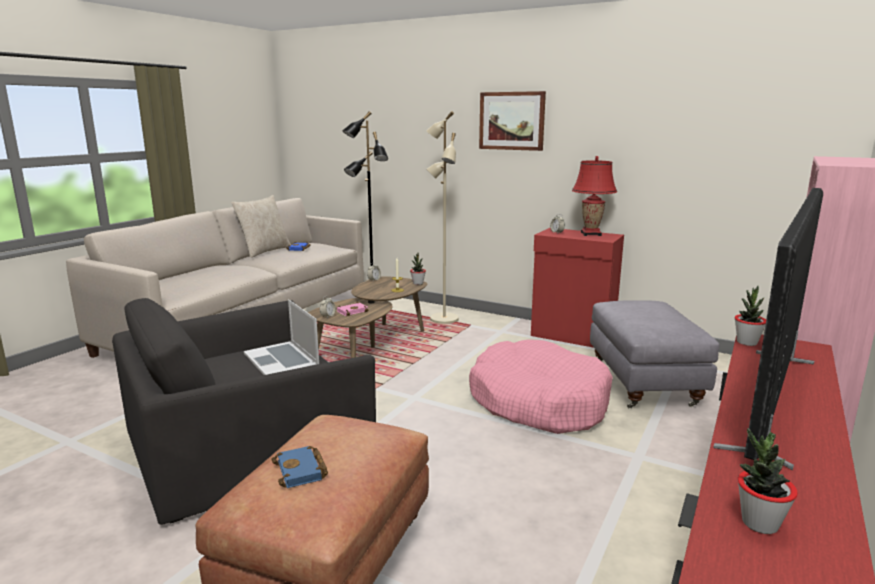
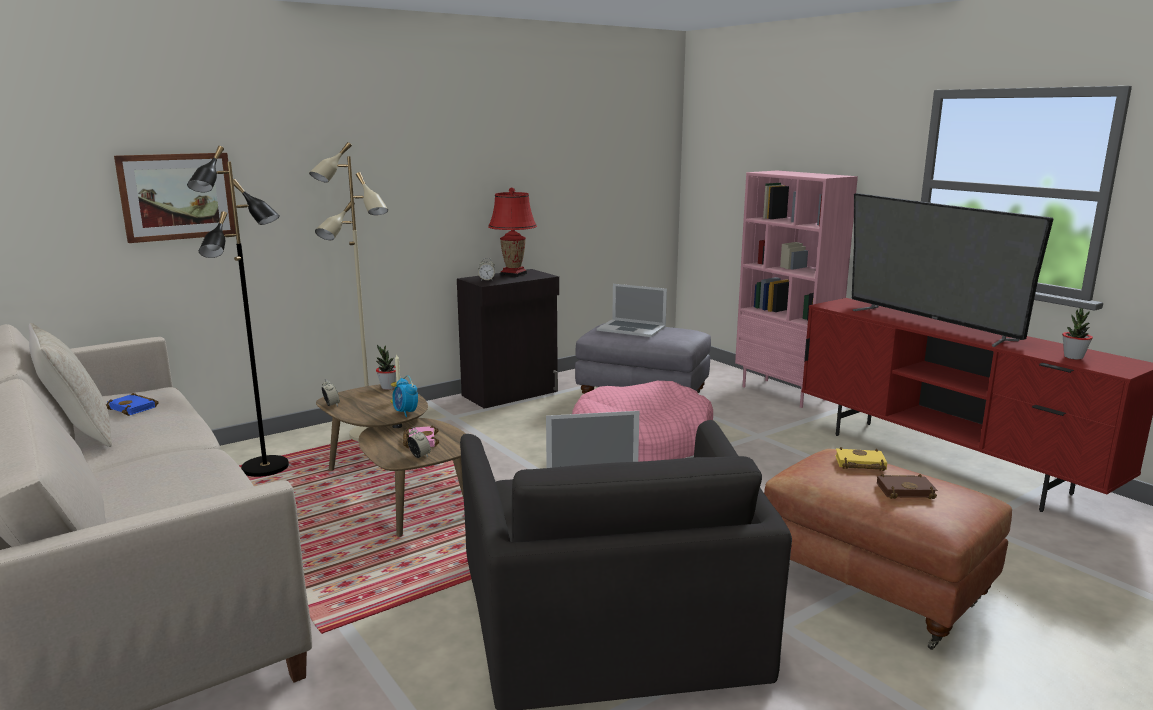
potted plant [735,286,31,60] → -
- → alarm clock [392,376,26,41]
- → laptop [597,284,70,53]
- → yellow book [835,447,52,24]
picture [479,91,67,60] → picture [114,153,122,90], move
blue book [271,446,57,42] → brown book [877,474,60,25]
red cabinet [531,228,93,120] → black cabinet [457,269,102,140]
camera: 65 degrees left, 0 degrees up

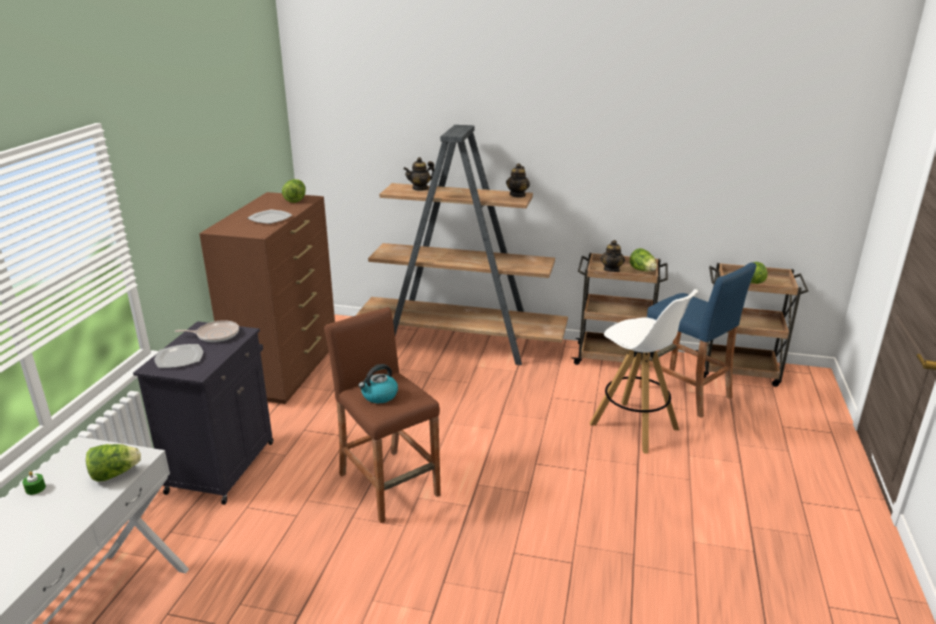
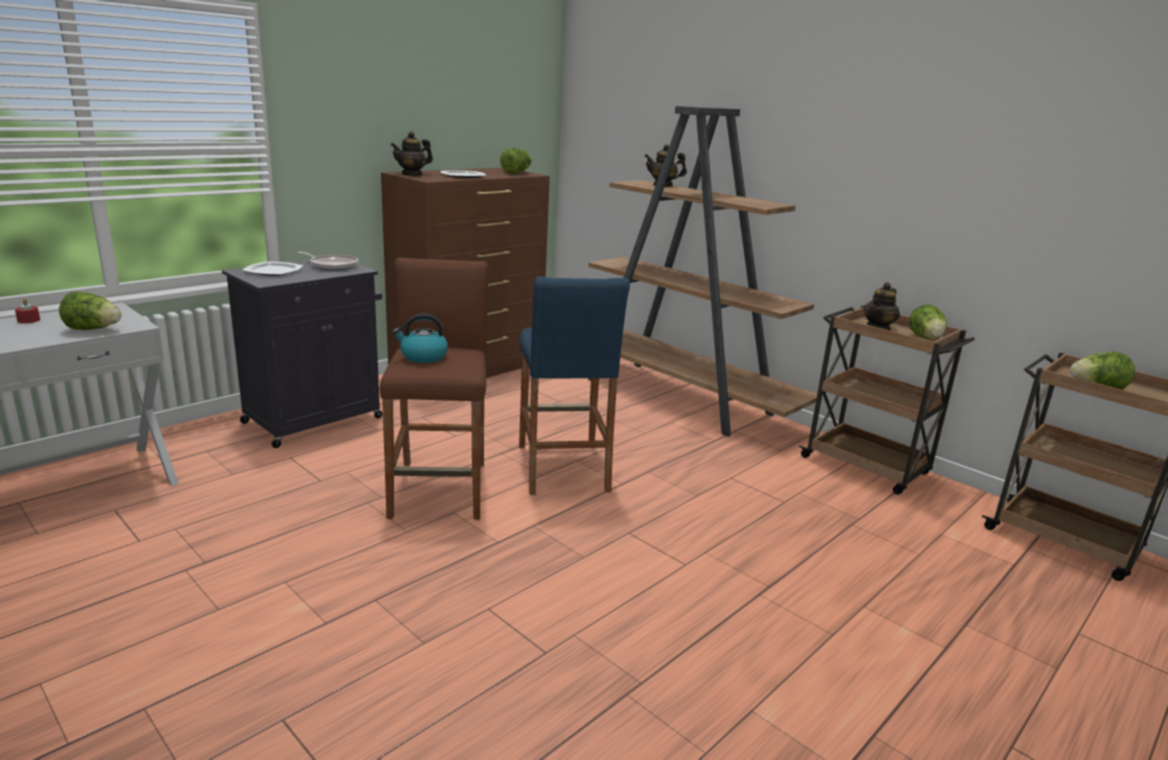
white stool [590,289,108,165] → -
teapot [506,163,24,34] → teapot [391,131,42,45], move
blue stool [639,263,118,155] → blue stool [519,276,111,219], move
green candle [22,471,24,24] → red candle [15,299,25,24]
camera: 30 degrees right, 5 degrees down

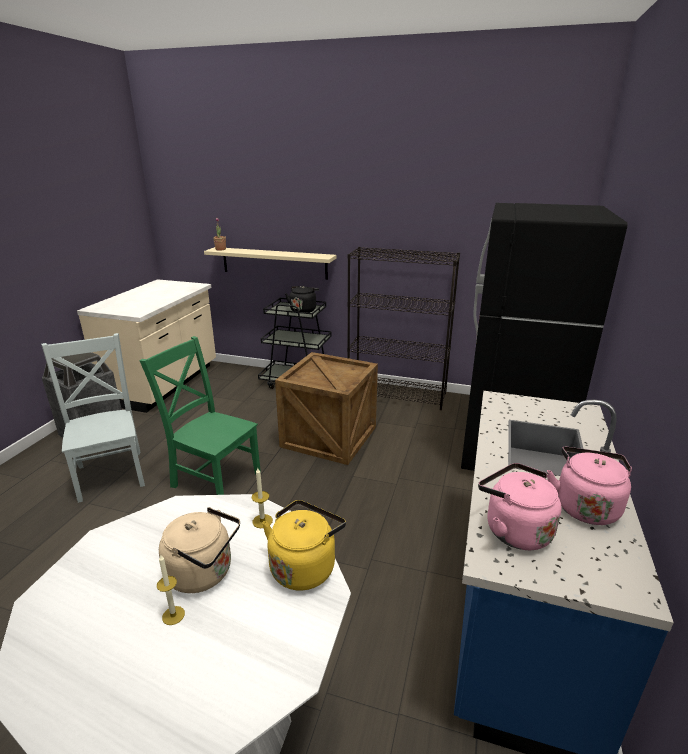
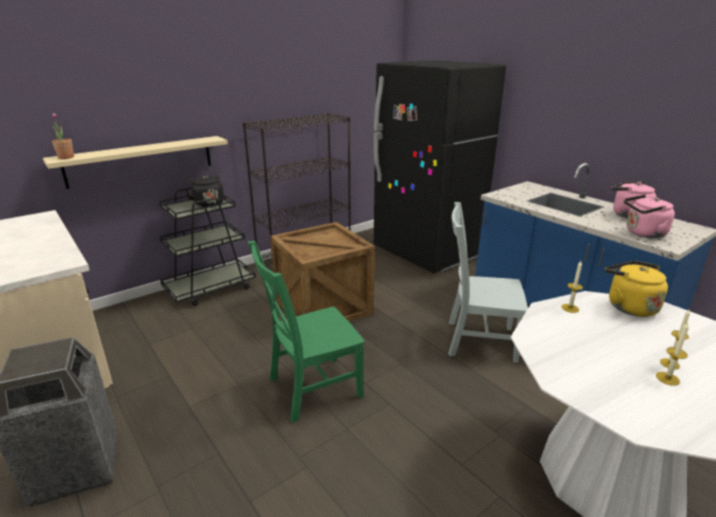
beige kettle [159,507,81,86] → -
- → candle [656,323,33,63]
grey chair [41,333,104,170] → grey chair [448,202,80,161], move
camera: 55 degrees left, 0 degrees up

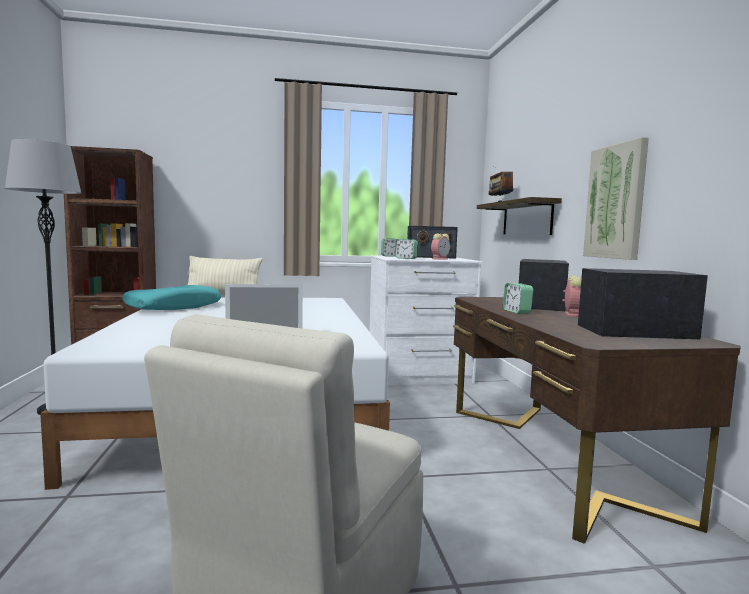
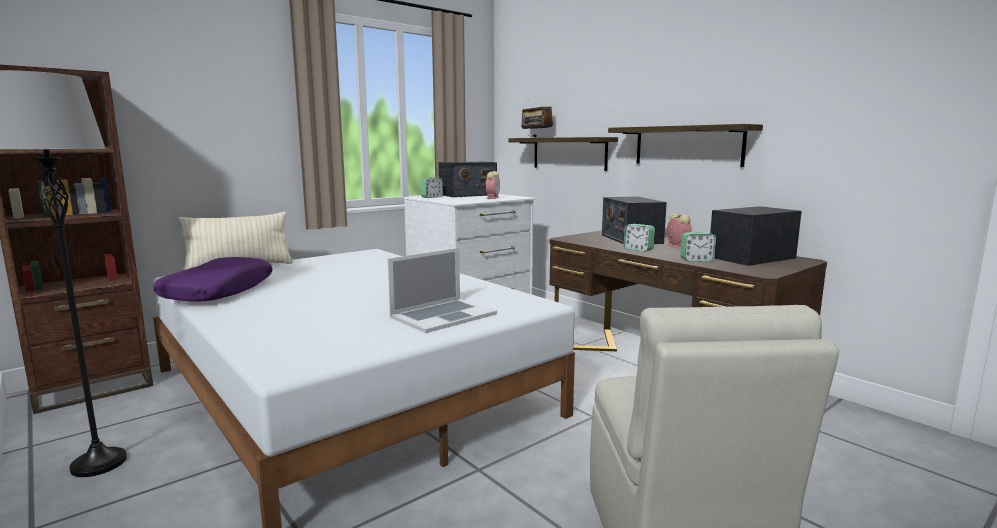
alarm clock [395,239,23,20] → alarm clock [680,232,36,30], move
picture [583,137,66,123] → shelf [608,124,155,43]
turquoise pillow [122,285,99,25] → purple pillow [153,257,120,45]
camera: 30 degrees left, 5 degrees up

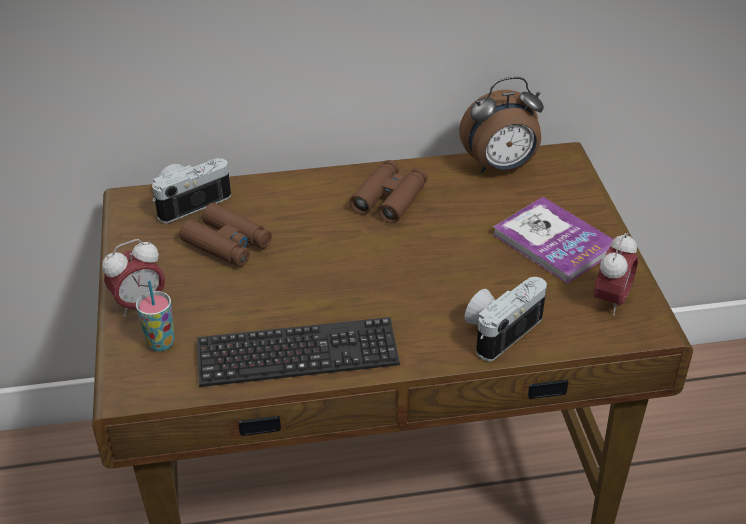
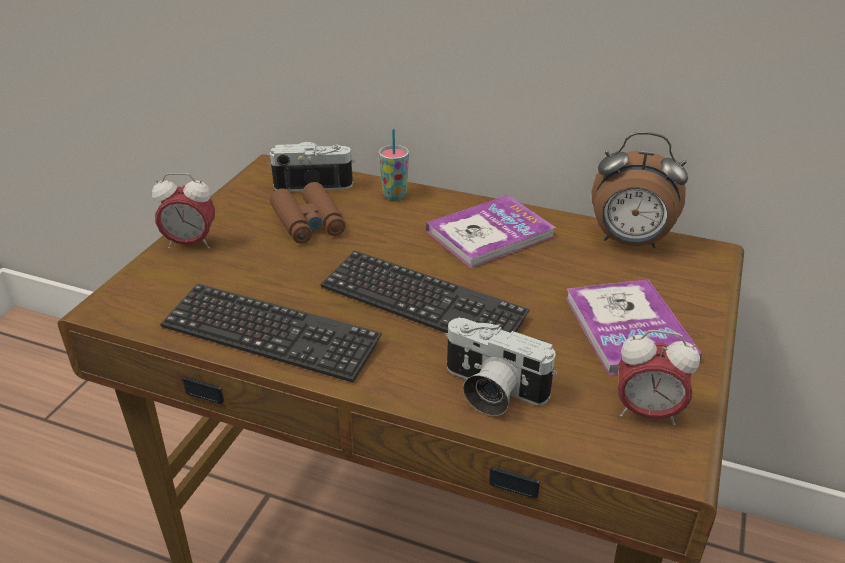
- → keyboard [321,250,209,83]
cup [136,280,39,71] → cup [379,129,30,71], move
brown binoculars [350,160,77,63] → book [426,195,130,73]
photo camera [464,277,83,84] → photo camera [445,318,112,98], 135 degrees counterclockwise
alarm clock [594,232,44,84] → alarm clock [618,330,82,96], 45 degrees clockwise
camera: 30 degrees right, 5 degrees down

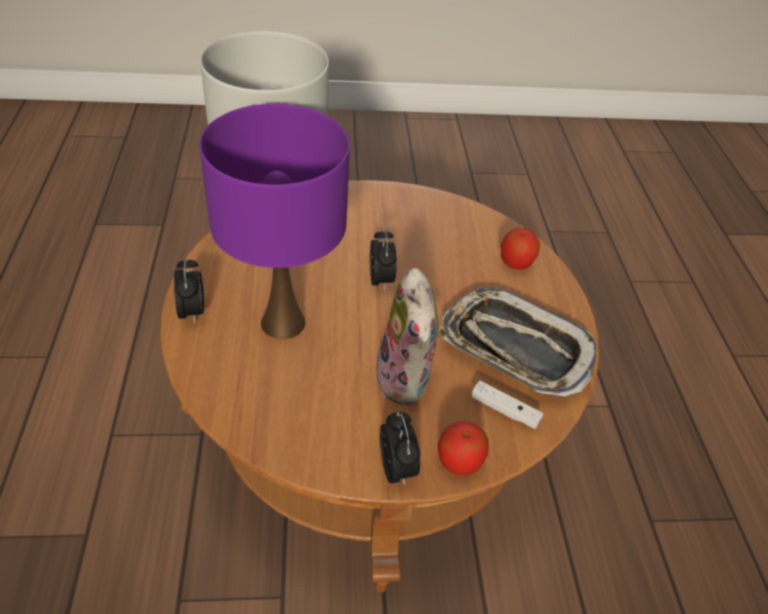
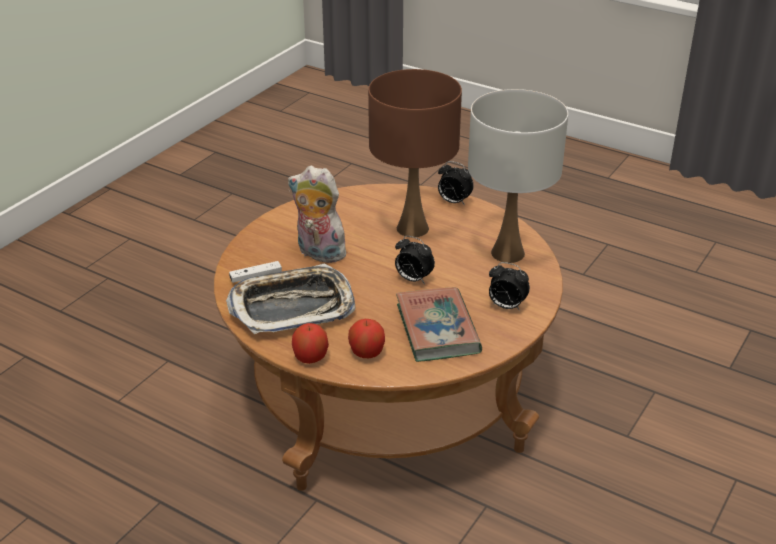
- → book [396,287,86,75]
alarm clock [380,412,40,74] → alarm clock [489,262,41,49], move
apple [438,421,51,55] → apple [292,323,37,41], move
purple table lamp [199,104,151,235] → brown table lamp [368,69,94,168]
camera: 130 degrees right, 10 degrees down

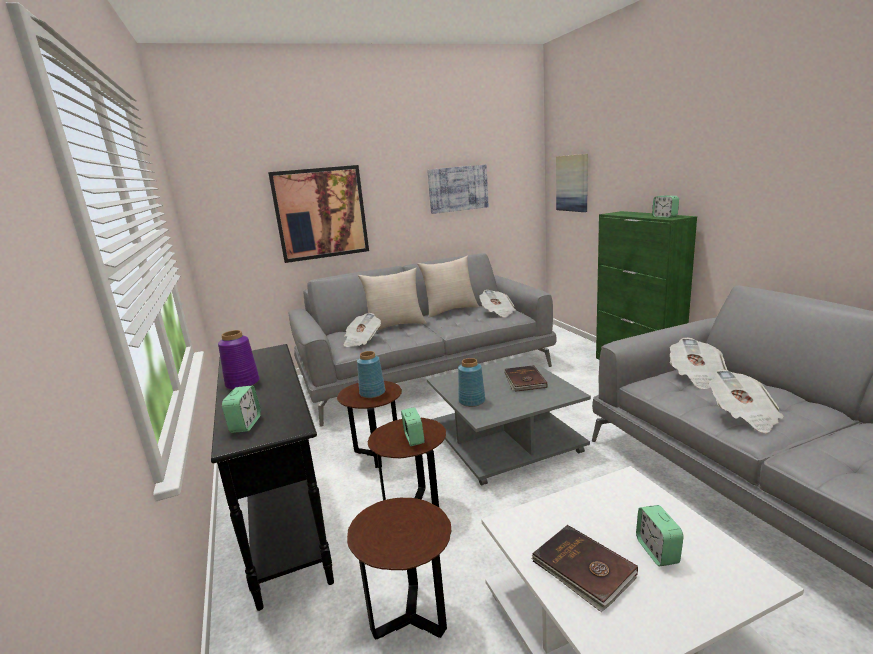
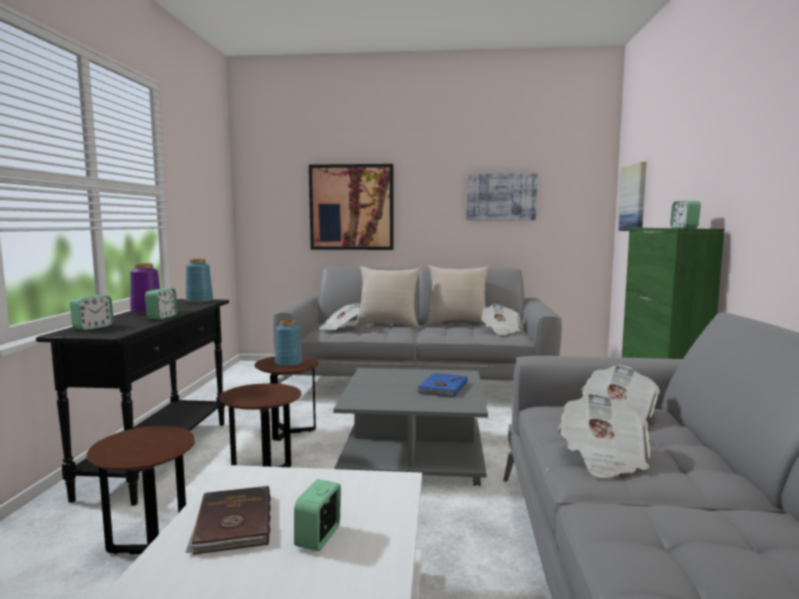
alarm clock [401,407,24,39] → alarm clock [145,288,33,32], move
blue vase [458,358,27,49] → blue vase [186,259,27,44], move
brown book [504,365,44,27] → blue book [415,373,53,24]
camera: 25 degrees right, 10 degrees down

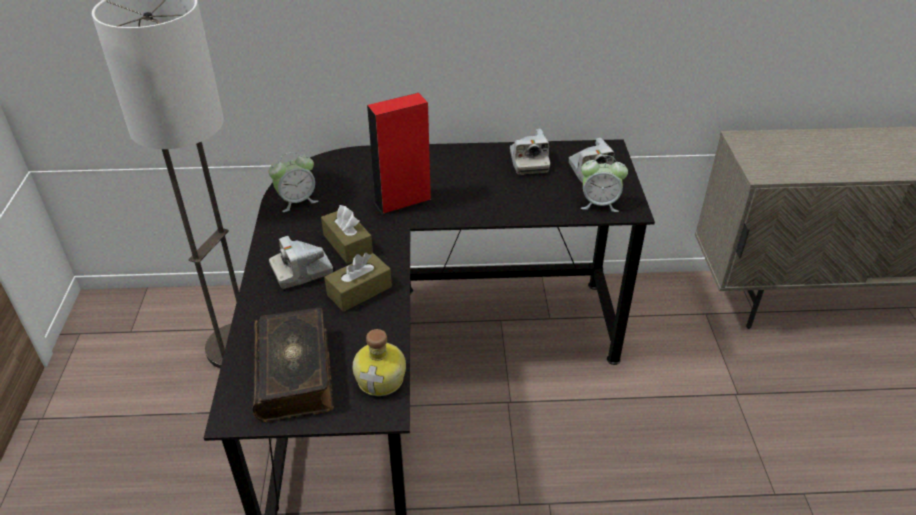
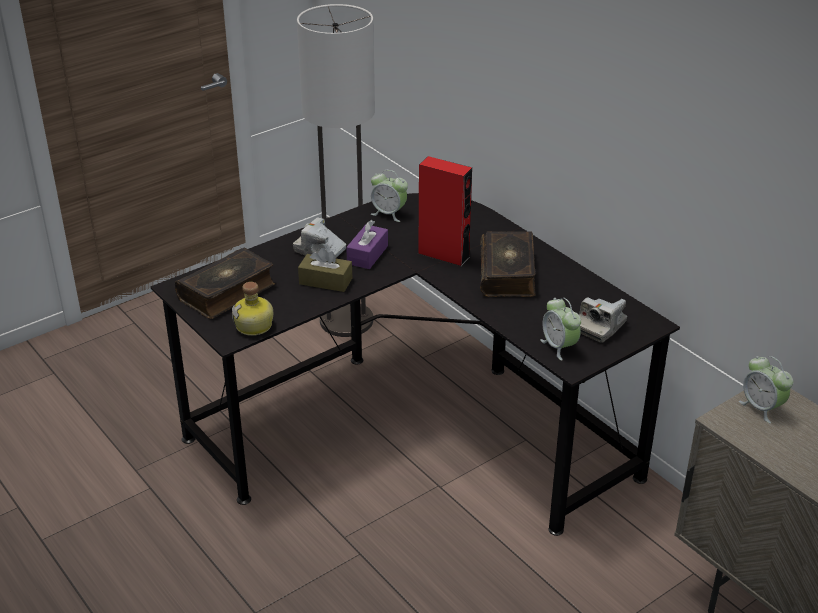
photo camera [510,129,40,46] → -
- → book [480,231,56,66]
- → alarm clock [739,356,54,68]
brown tissue box [321,205,52,59] → purple tissue box [346,220,42,49]
camera: 55 degrees right, 5 degrees down

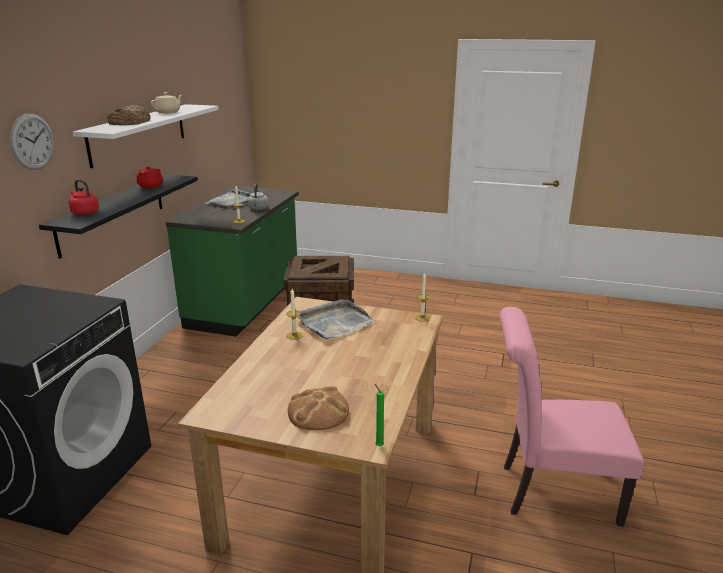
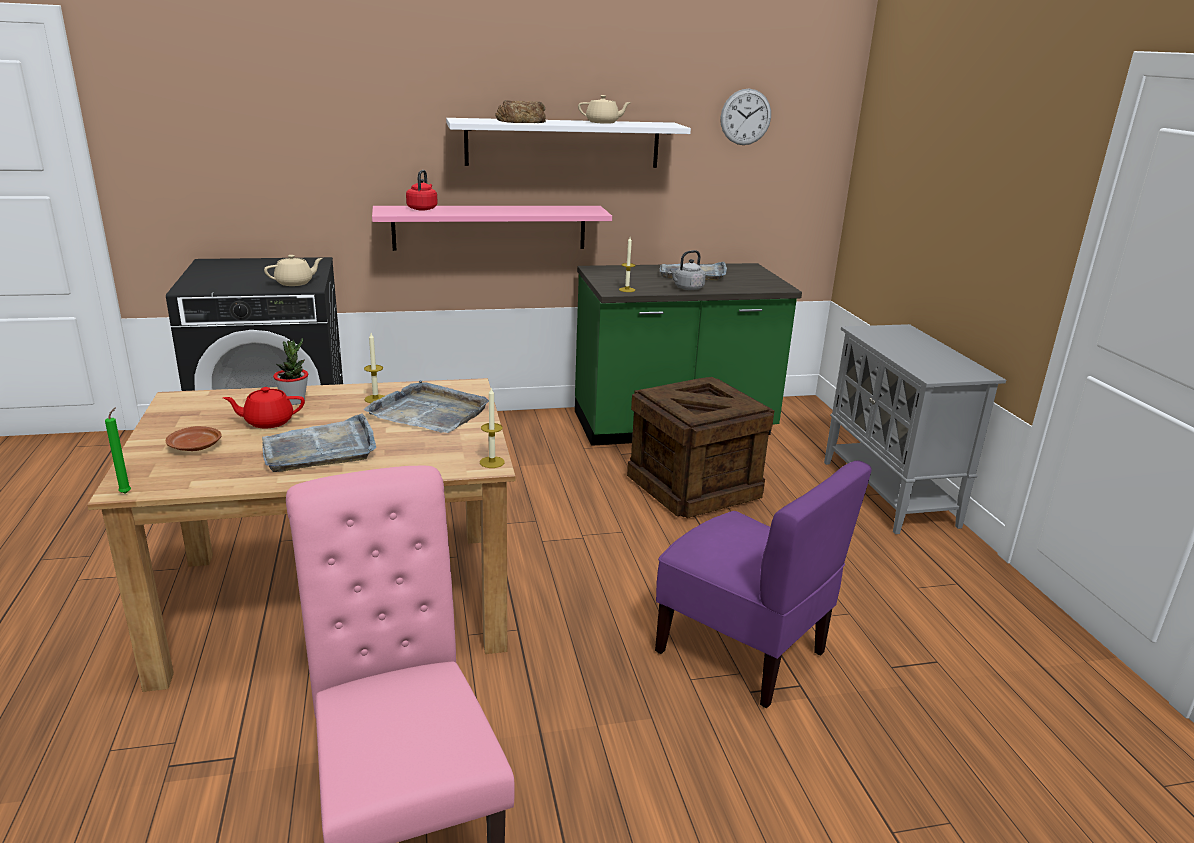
- → grey tray [262,413,114,59]
- → beige teapot [264,255,59,31]
- → potted plant [273,338,35,67]
- → purple chair [655,460,217,248]
- → grey cabinet [824,324,182,210]
wall clock [10,114,44,56] → wall clock [721,89,50,56], move
red teapot [136,166,27,22] → red teapot [223,387,82,41], move
bread [288,386,61,44] → brown plate [166,426,55,25]
black shelf [39,174,159,85] → pink shelf [372,206,240,45]
camera: 60 degrees right, 0 degrees up

